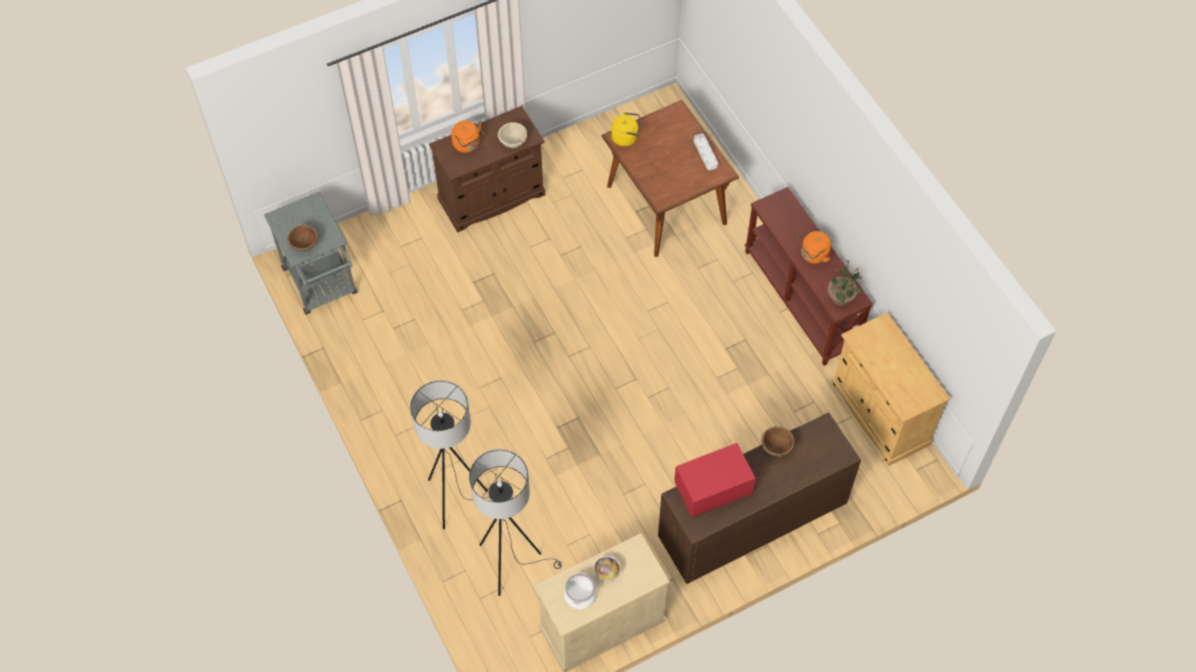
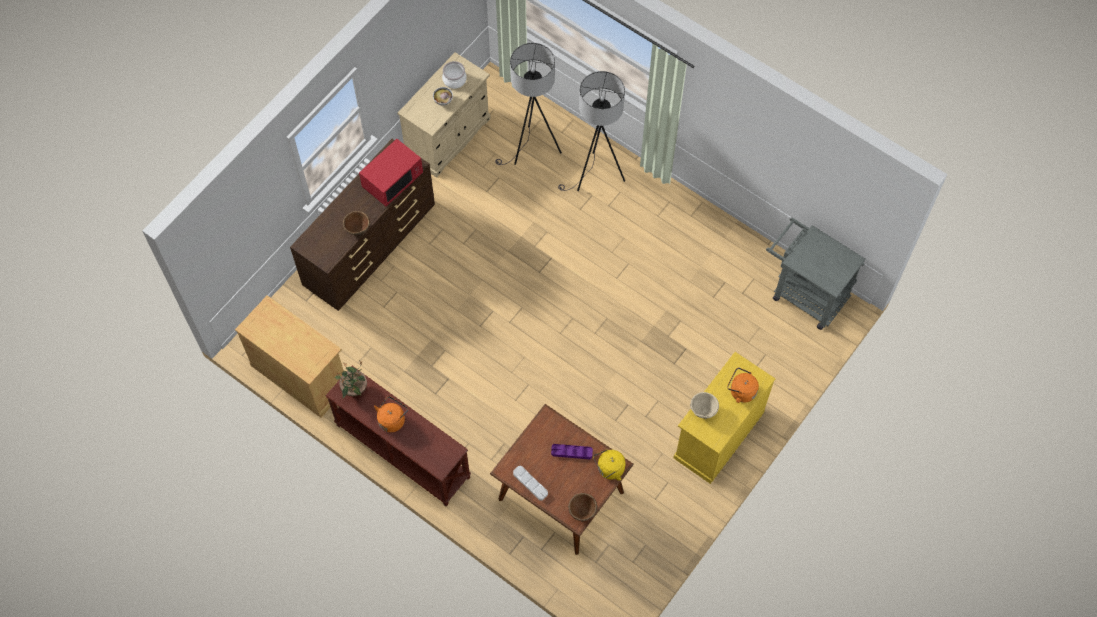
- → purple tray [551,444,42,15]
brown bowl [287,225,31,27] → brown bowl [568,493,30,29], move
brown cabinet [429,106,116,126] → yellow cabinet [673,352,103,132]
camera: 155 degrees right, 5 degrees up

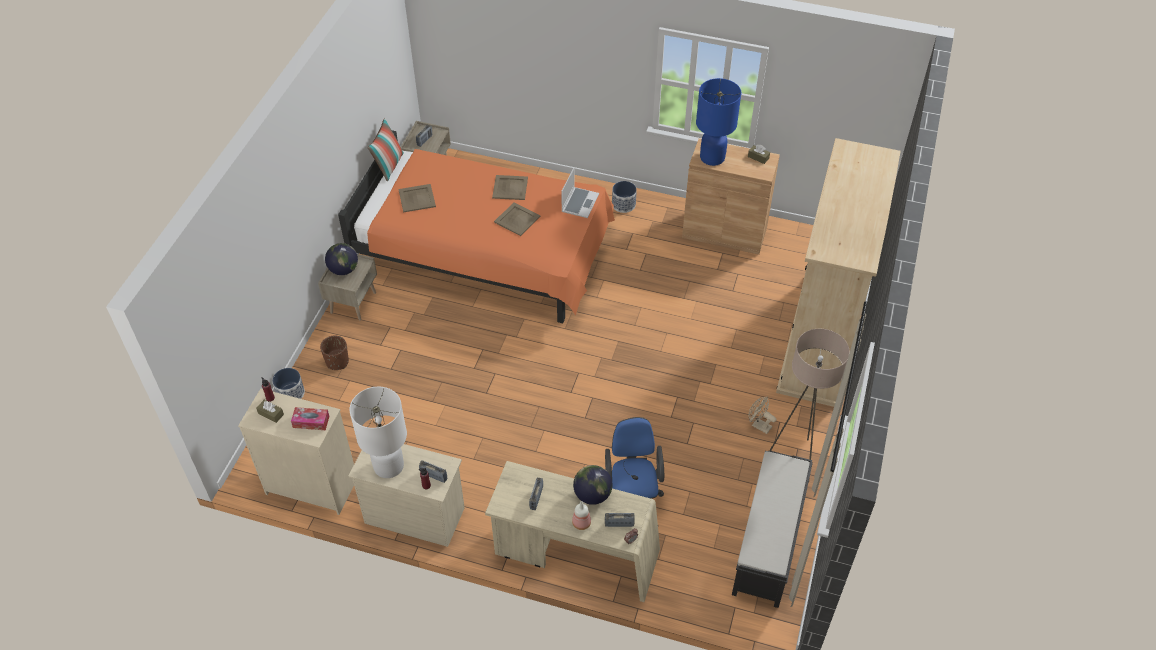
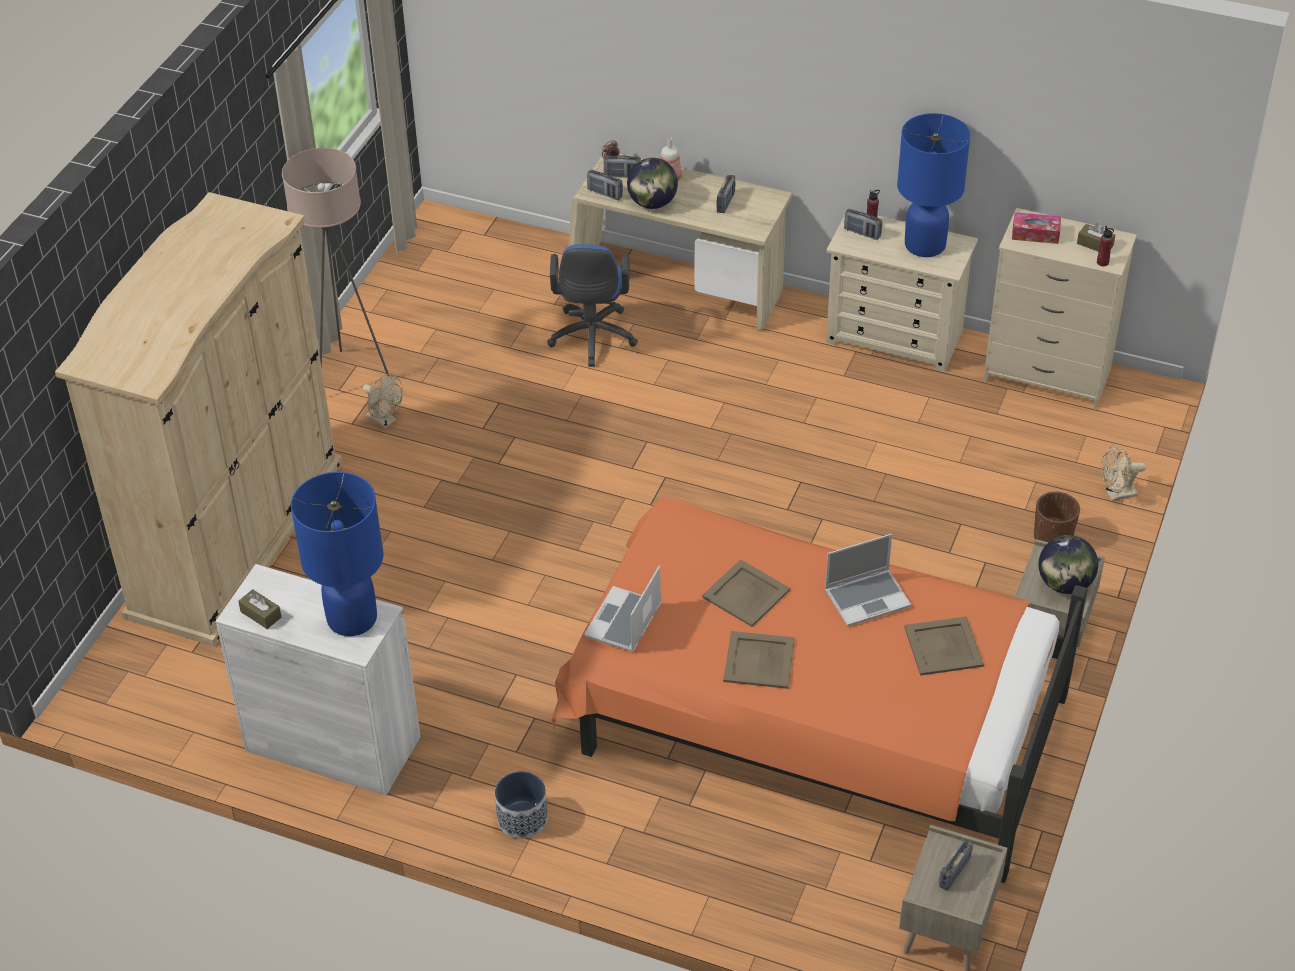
pillow [367,118,37,64] → -
black bench [732,451,81,157] → -
- → radio [587,169,36,31]
- → laptop [825,534,86,93]
planter [272,368,33,31] → beige fan [1101,444,45,57]
white table lamp [350,387,57,91] → blue table lamp [897,113,73,144]
brown cabinet [682,138,98,117] → white cabinet [216,564,205,232]
camera: 175 degrees left, 5 degrees down

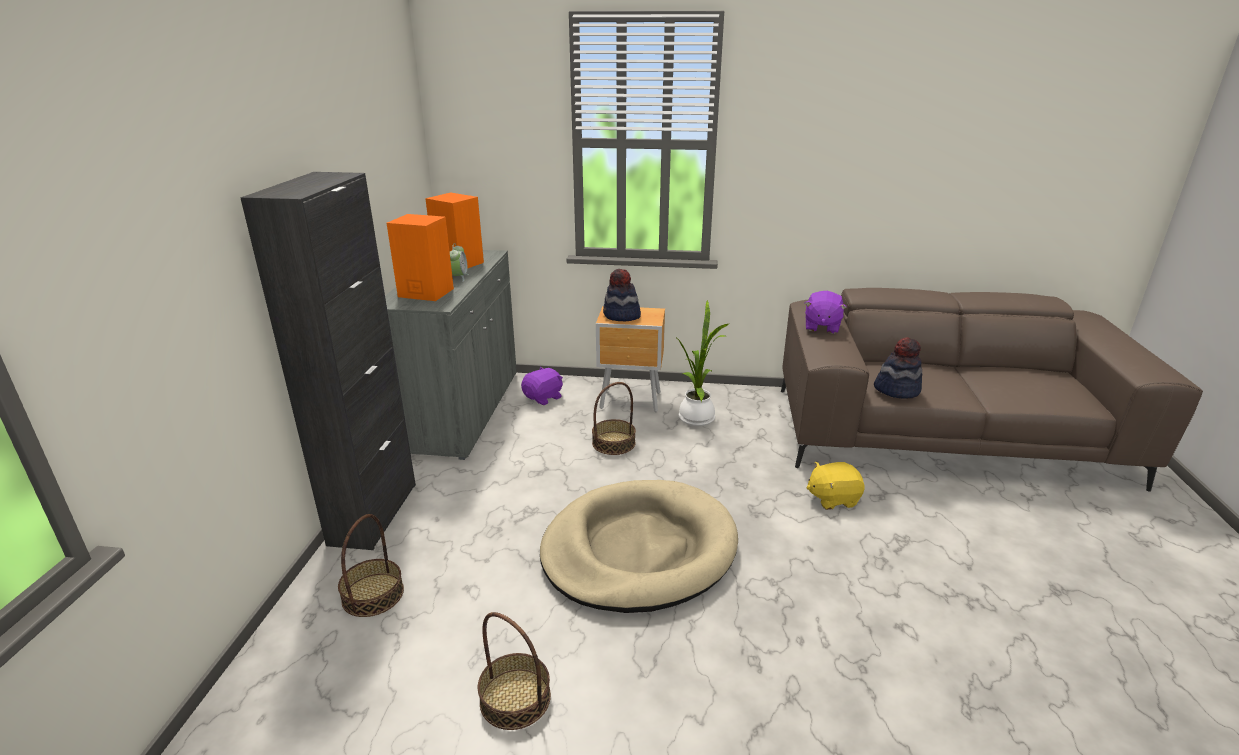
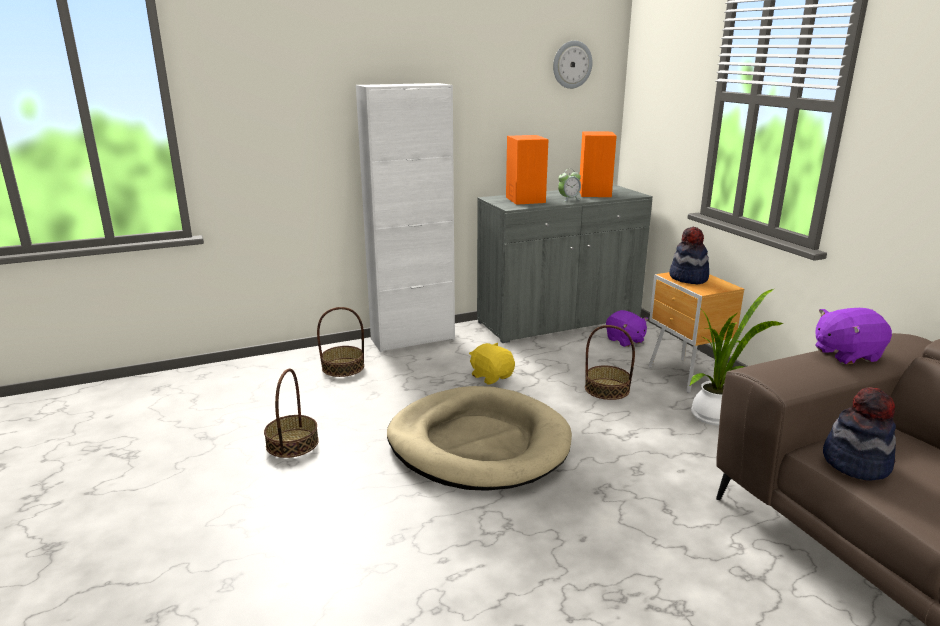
- → wall clock [553,41,40,48]
yellow plush toy [807,462,58,48] → yellow plush toy [469,343,46,42], move
black cabinet [240,172,176,378] → white cabinet [356,83,99,269]
purple plush toy [521,367,42,38] → purple plush toy [606,310,42,37], 45 degrees clockwise
camera: 60 degrees right, 5 degrees down

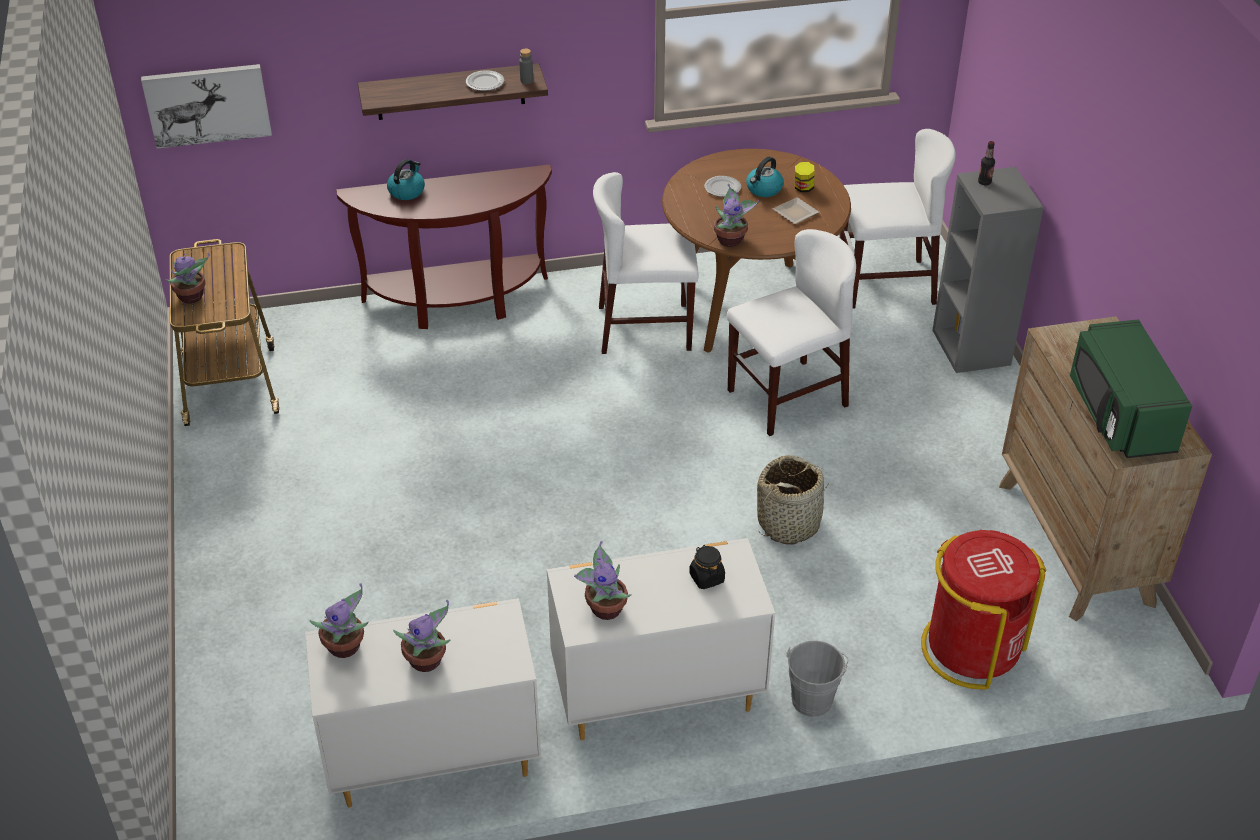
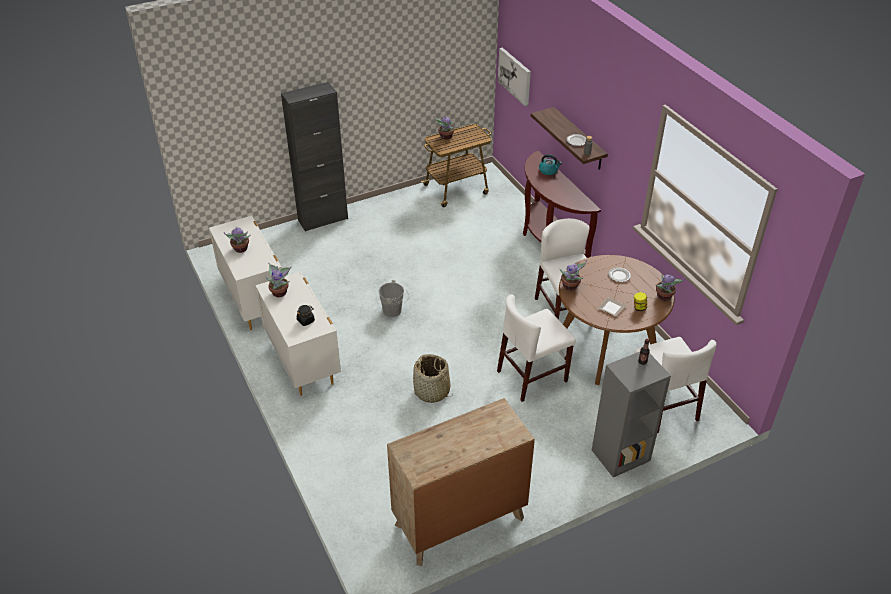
kettle [746,157,38,40] → -
red trash can [921,530,126,160] → -
green microwave [1070,319,122,139] → -
- → black cabinet [281,82,67,150]
potted plant [310,583,58,75] → potted plant [655,274,30,27], move
grey bucket [787,641,61,76] → grey bucket [379,280,30,37], move
white chair [727,229,129,207] → white chair [497,294,79,108], 105 degrees clockwise
camera: 75 degrees right, 0 degrees up

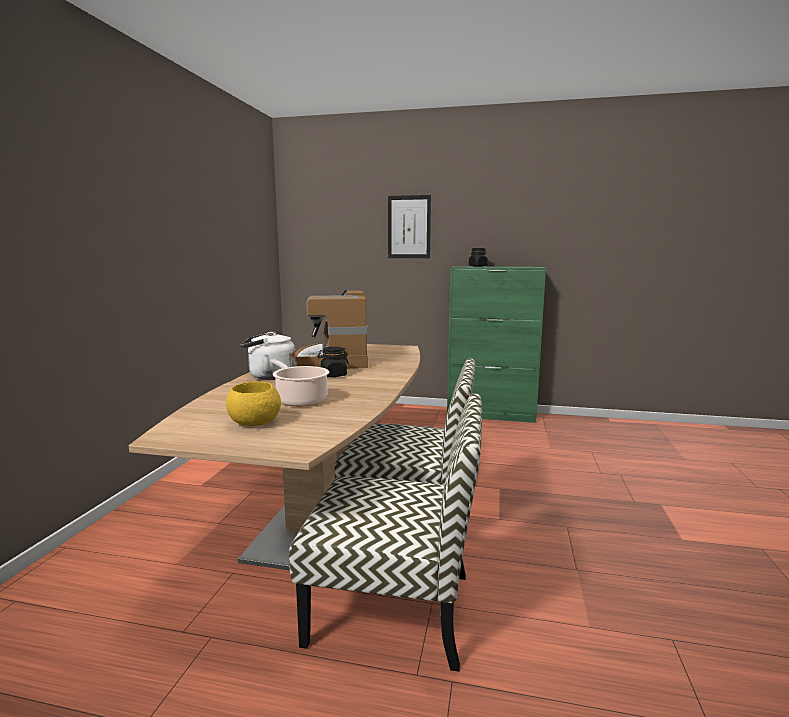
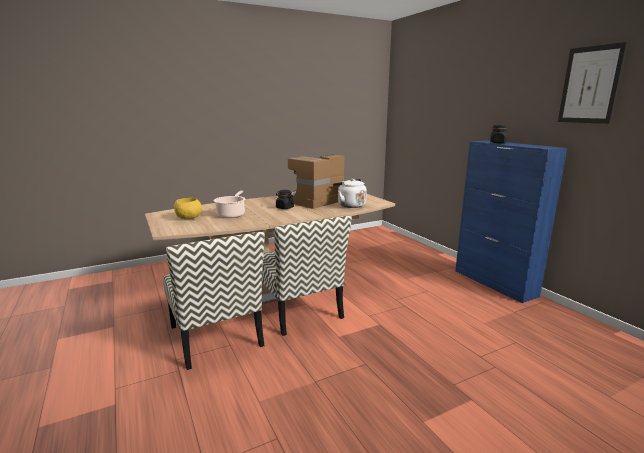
white kettle [240,332,56,48] → white kettle [333,179,34,29], move
picture [388,195,43,63] → picture [558,42,69,82], move
green cabinet [447,266,99,157] → blue cabinet [455,141,112,162]
camera: 50 degrees right, 5 degrees up

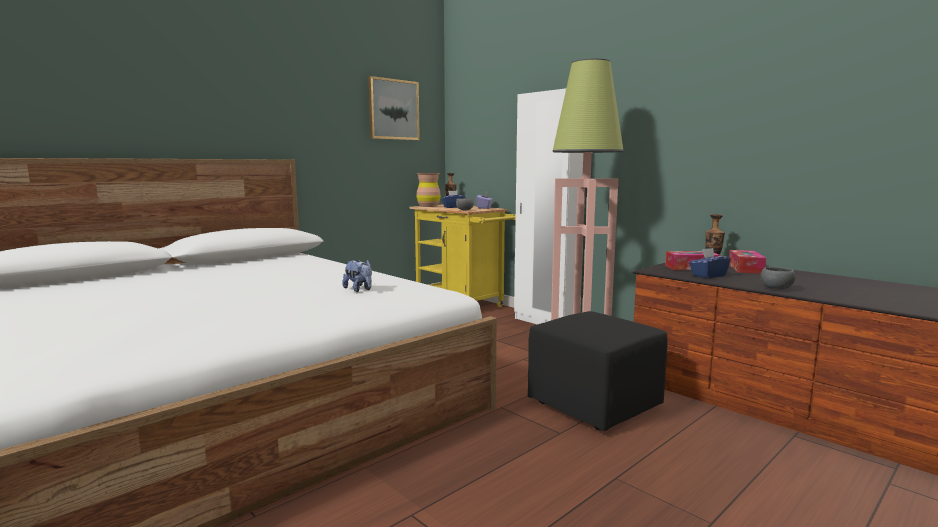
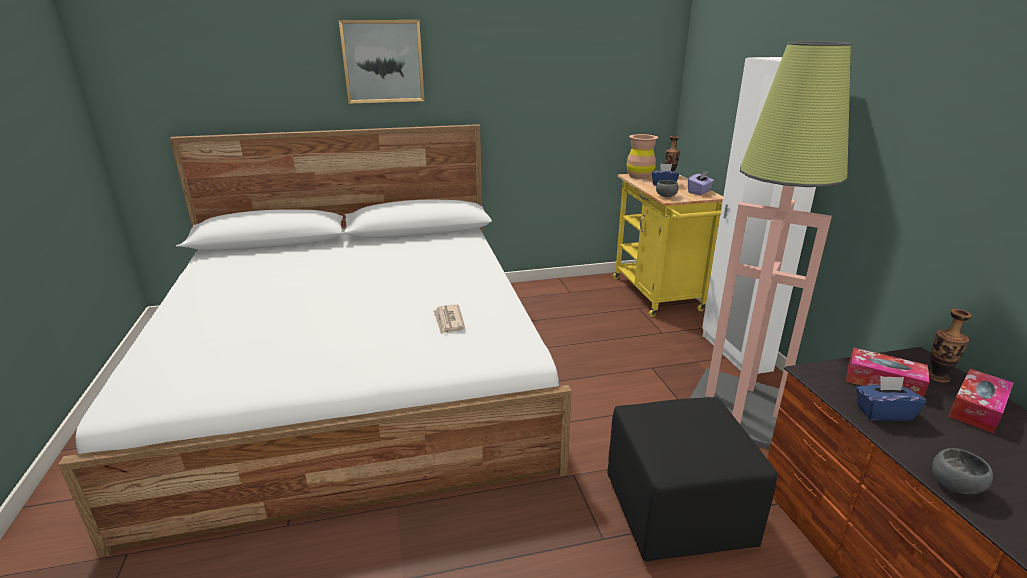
picture [368,76,52,64] → picture [339,20,86,84], move
plush toy [342,259,30,33] → newspaper [433,304,32,30]
camera: 30 degrees right, 15 degrees up

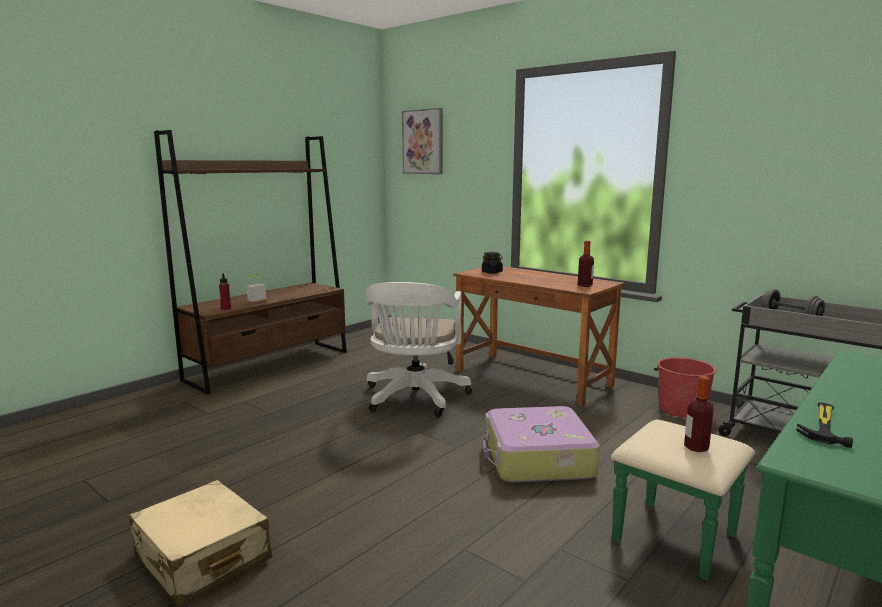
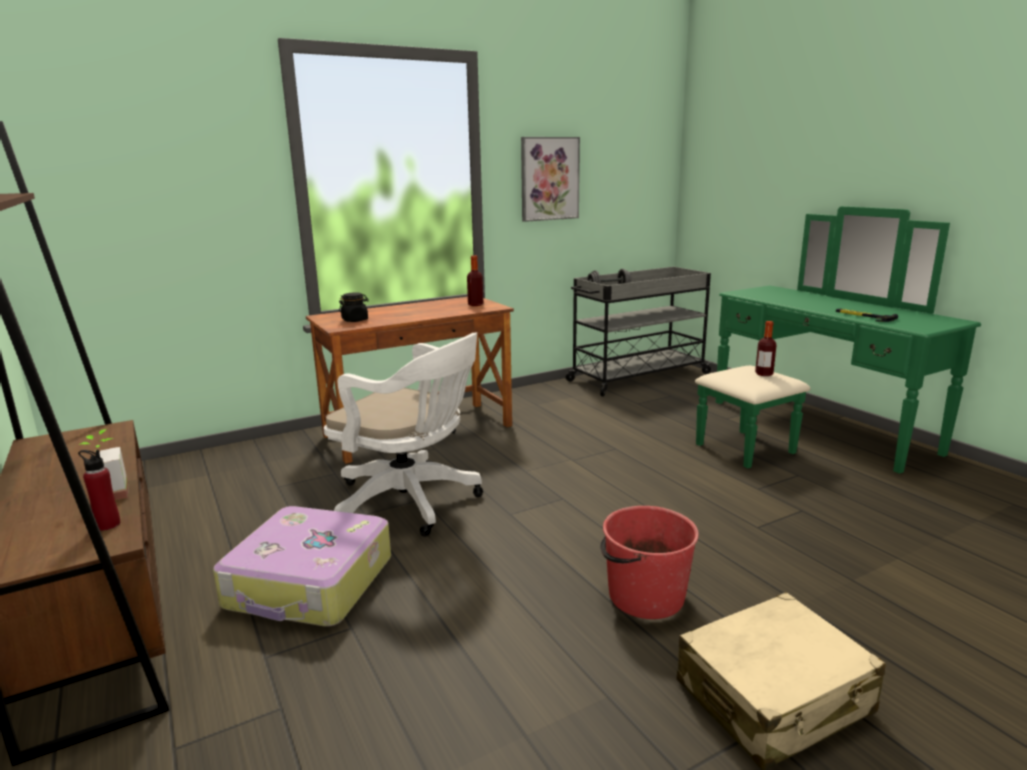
picture [402,108,41,66] → picture [521,137,59,85], move
suitcase [482,406,118,77] → suitcase [213,506,178,121], move
red bucket [654,357,63,61] → red bucket [600,506,99,113], move
camera: 70 degrees left, 5 degrees up

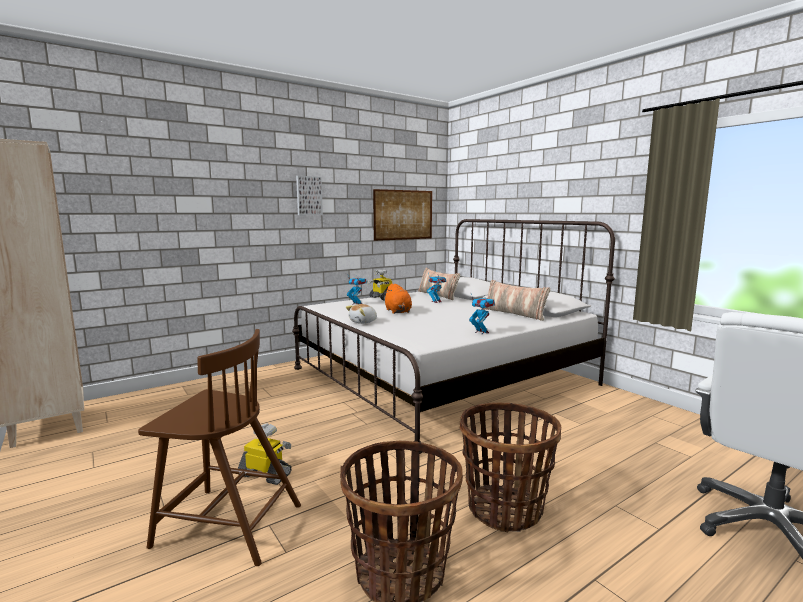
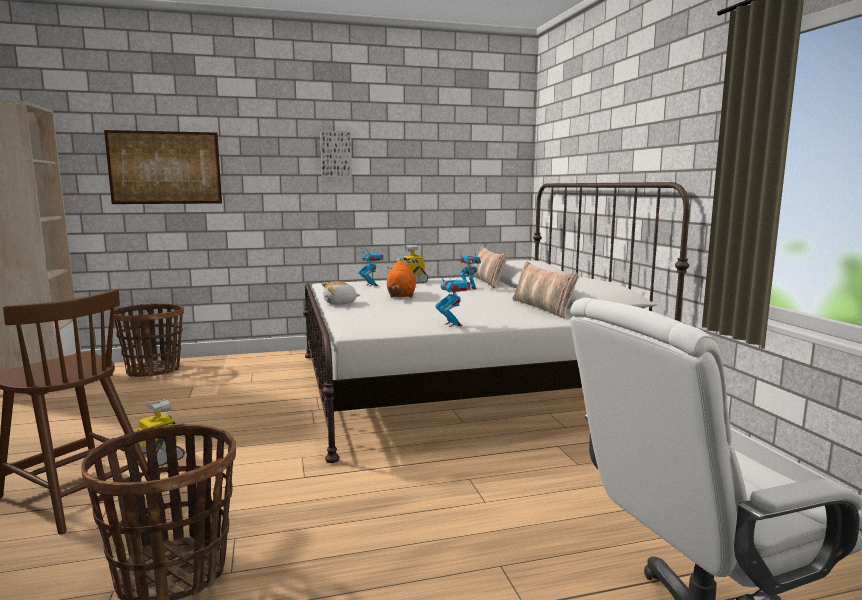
picture [373,189,59,52] → picture [104,130,118,74], move
basket [460,402,101,131] → basket [114,304,70,73], move
camera: 20 degrees right, 0 degrees up

